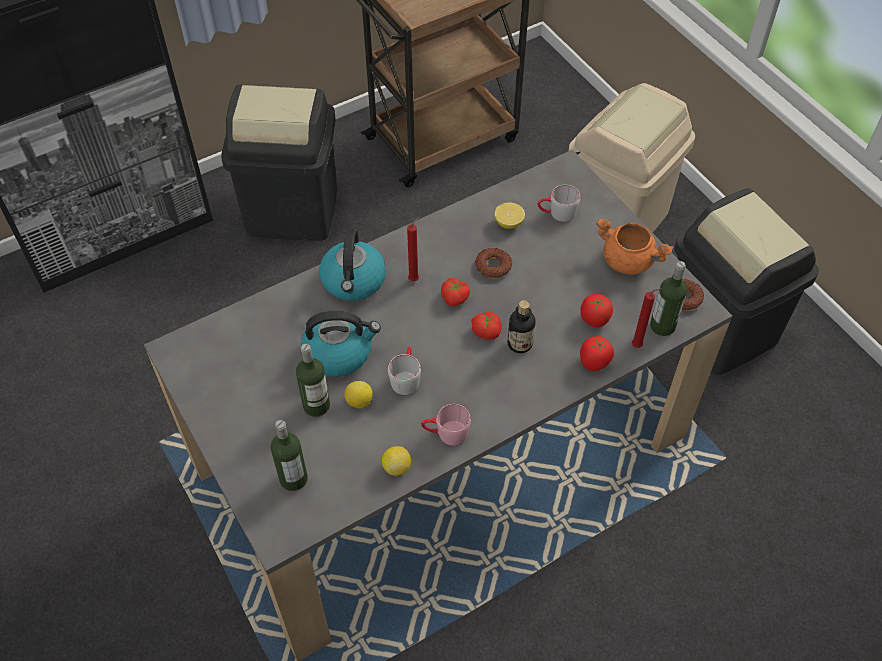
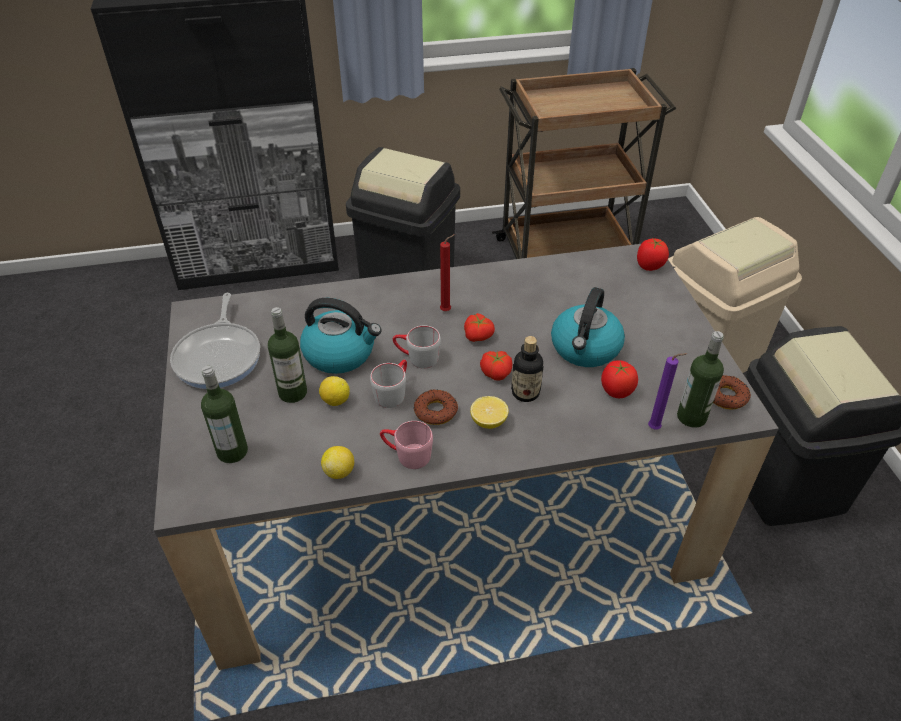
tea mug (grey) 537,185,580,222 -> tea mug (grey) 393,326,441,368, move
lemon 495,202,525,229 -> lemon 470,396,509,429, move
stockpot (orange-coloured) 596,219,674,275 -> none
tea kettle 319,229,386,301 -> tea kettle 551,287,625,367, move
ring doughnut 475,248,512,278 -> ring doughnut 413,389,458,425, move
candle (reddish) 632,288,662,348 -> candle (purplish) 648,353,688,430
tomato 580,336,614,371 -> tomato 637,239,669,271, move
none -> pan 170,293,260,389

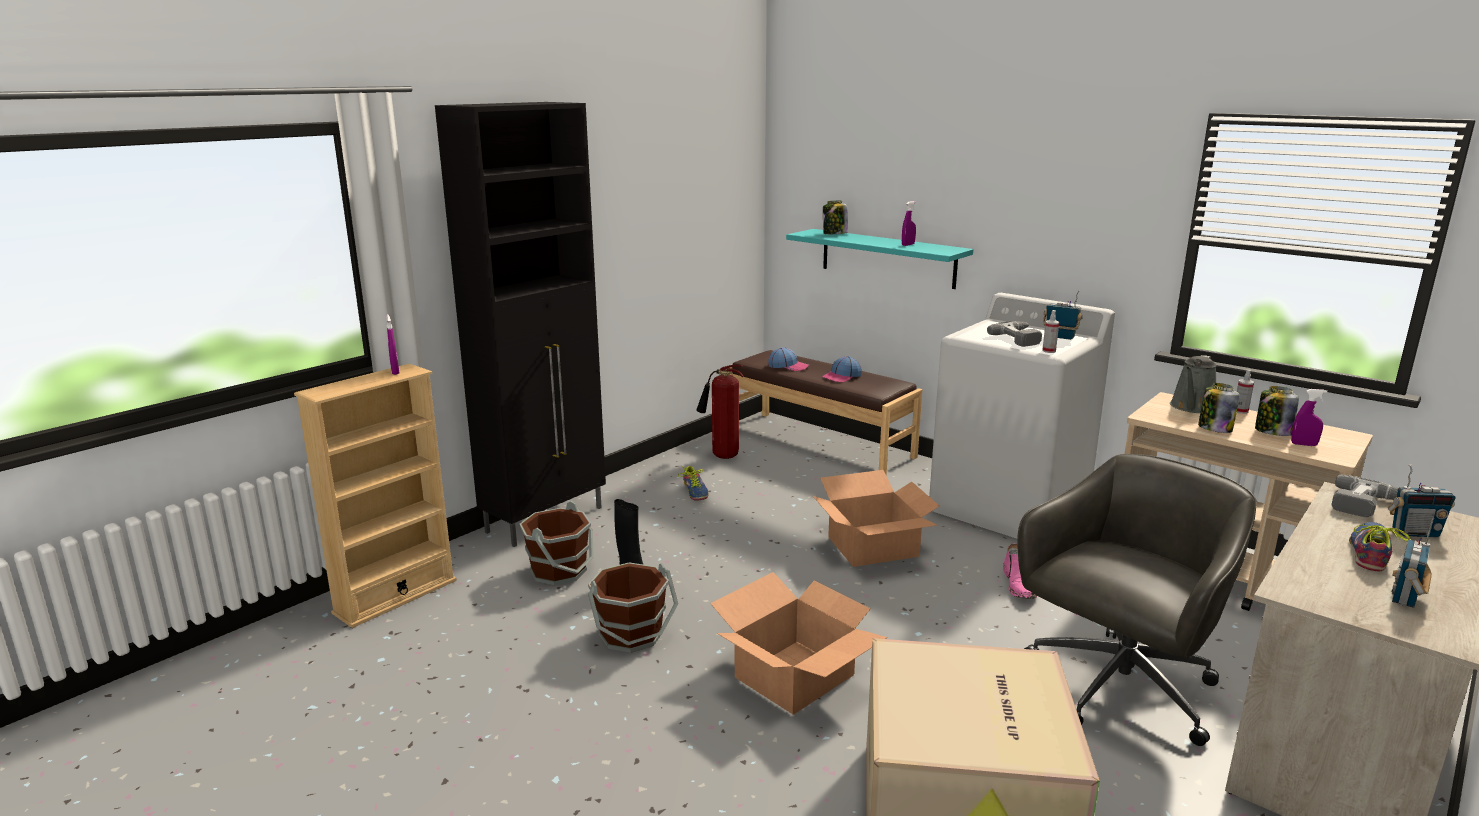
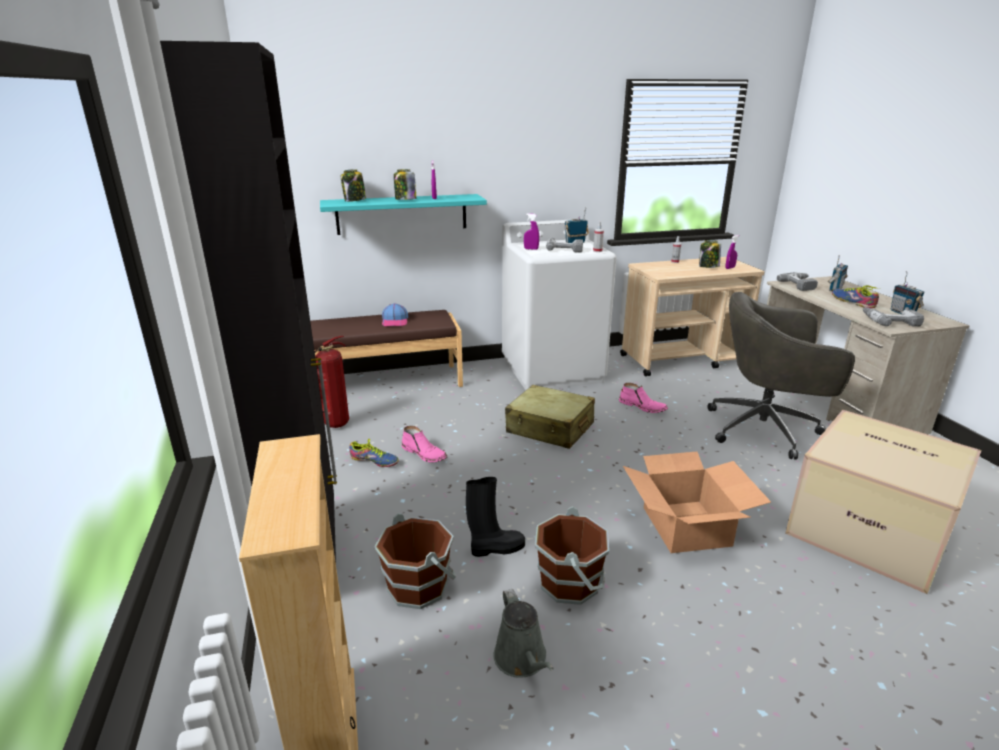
sprayer (purplish) 386,314,400,375 -> sprayer (purplish) 524,213,539,250, move
peaked cap 768,347,809,371 -> none
watering can (grey) 1170,355,1216,413 -> watering can (grey) 494,589,554,678, move
jar 1198,383,1240,433 -> jar 394,169,416,200, move
office chair (grey) 1017,454,1257,746 -> office chair (grey) 707,292,855,460, 75 degrees counterclockwise
carton 813,470,939,567 -> travel case (beige-coloured) 505,385,595,449
none -> power drill 863,307,924,327
none -> boot (pink) 402,426,447,463

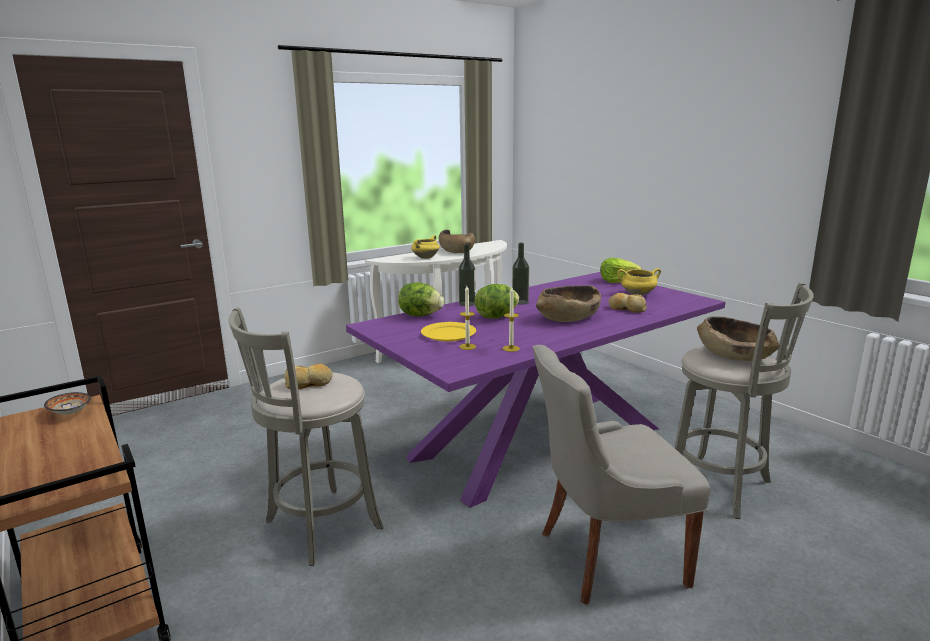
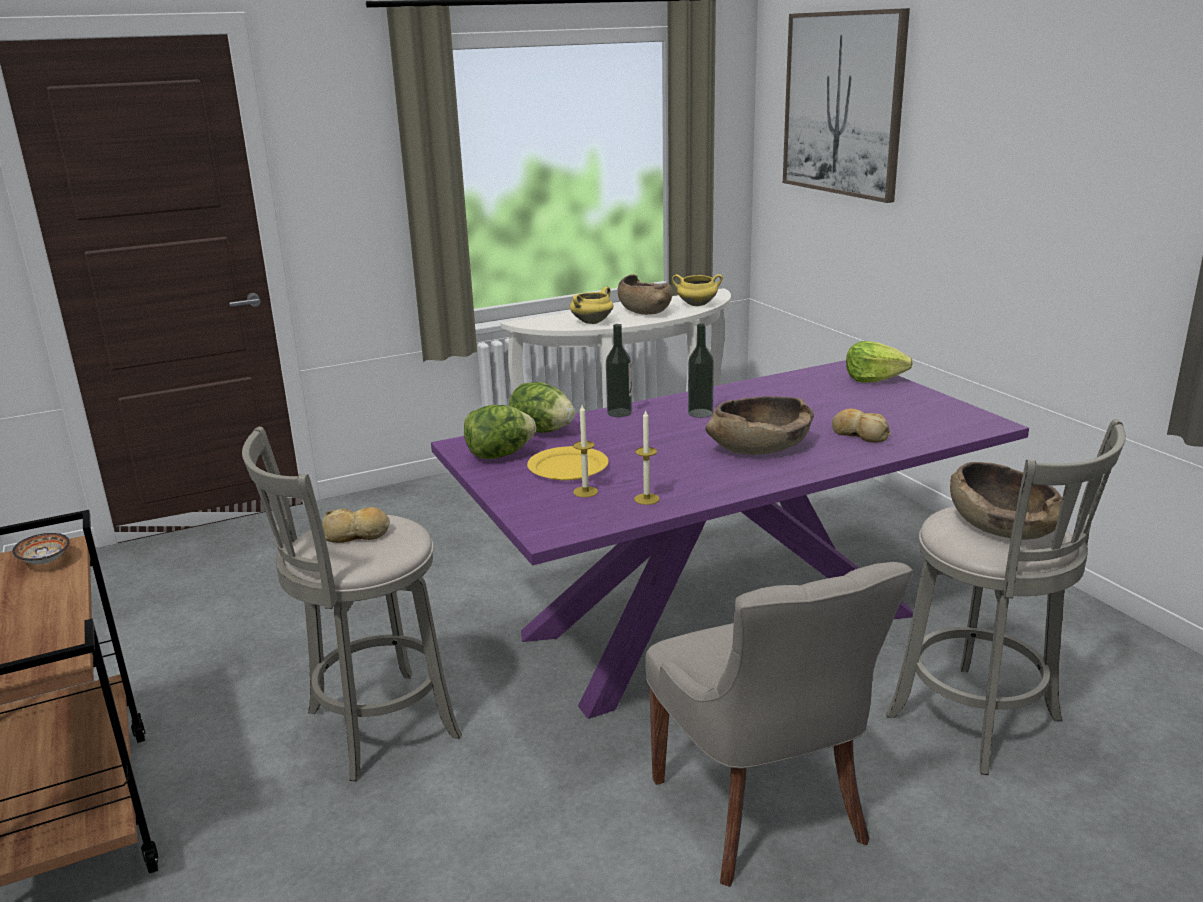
stockpot (yellowish) 618,268,661,296 -> stockpot (yellowish) 672,274,723,306, move
lettuce head 475,284,519,319 -> lettuce head 464,405,536,459, move
upright chair (grey) 532,345,710,605 -> upright chair (grey) 645,562,913,887, 105 degrees counterclockwise
none -> wall picture 783,8,910,203

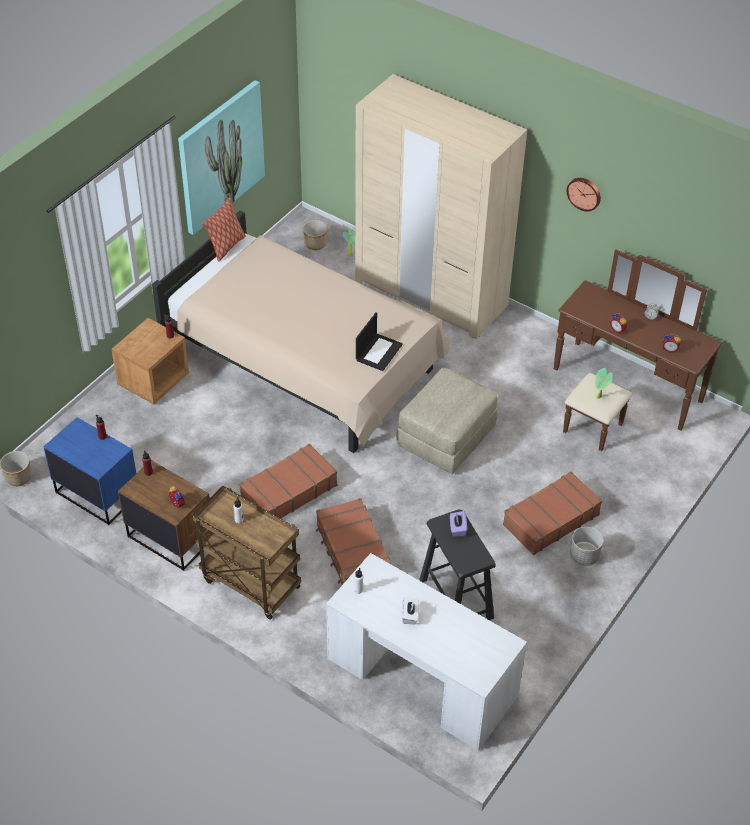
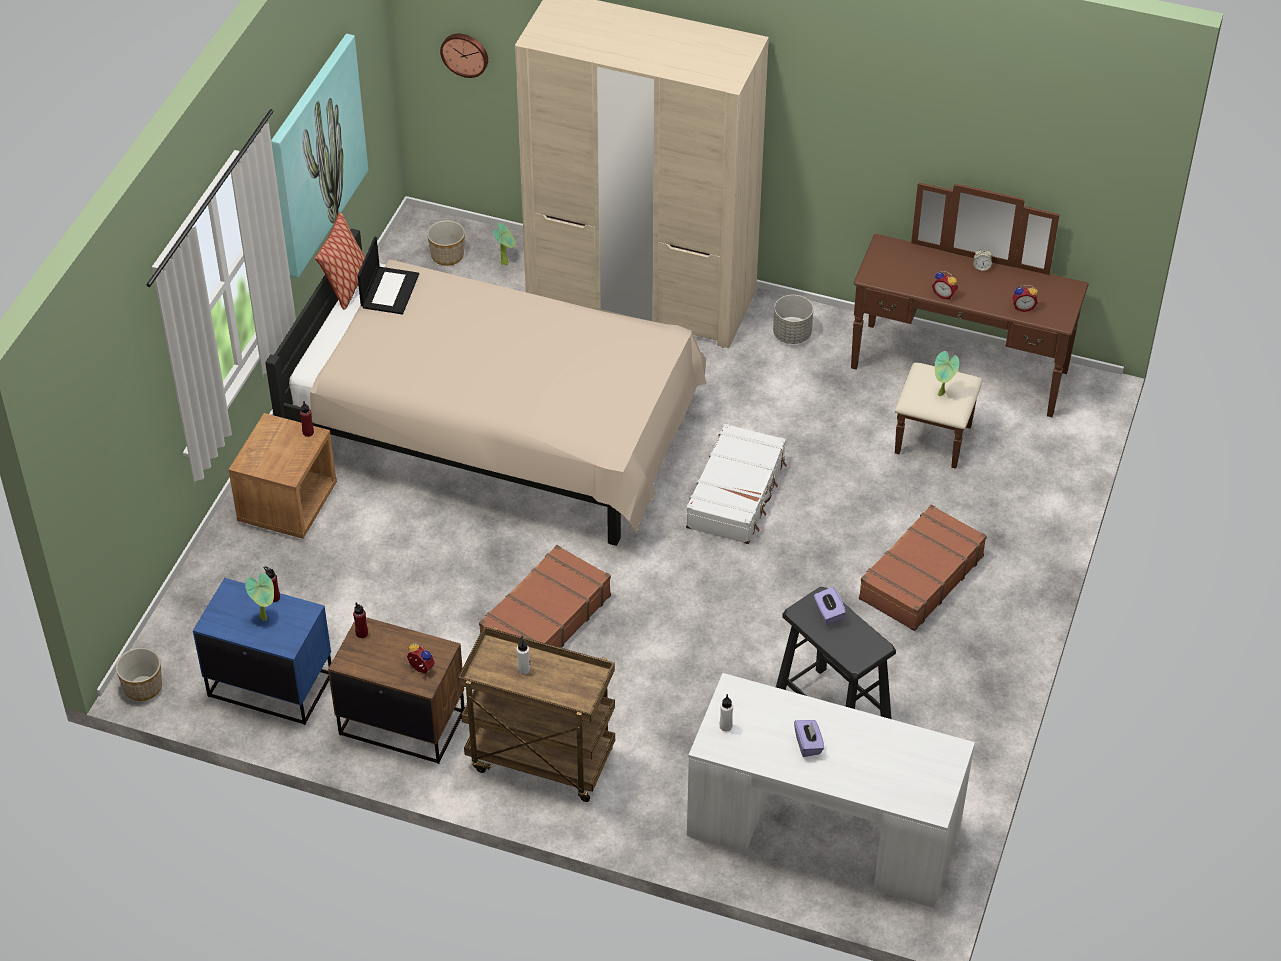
wall clock 567,178,601,212 -> wall clock 440,34,488,78, move
laptop 356,313,403,371 -> laptop 357,237,419,315, move
ottoman (beige-coloured) 396,368,498,474 -> travel case (white) 686,423,787,544
travel case (brown) 316,498,392,585 -> none
flower pot (grey) 570,527,603,566 -> flower pot (grey) 773,295,813,344, move
tissue holder (white) 402,597,419,625 -> tissue holder (purplish) 794,720,824,757
none -> plant in a pot 245,573,274,621

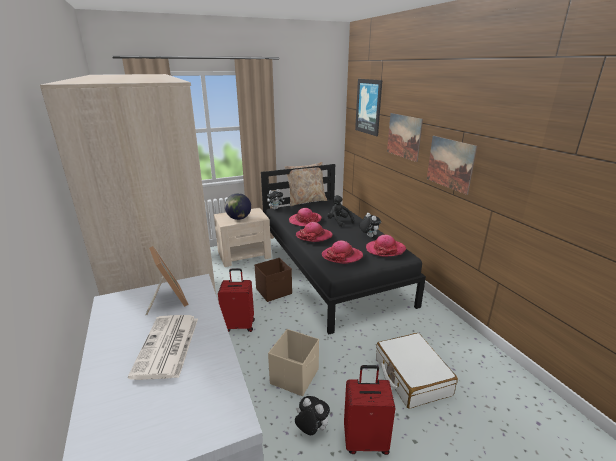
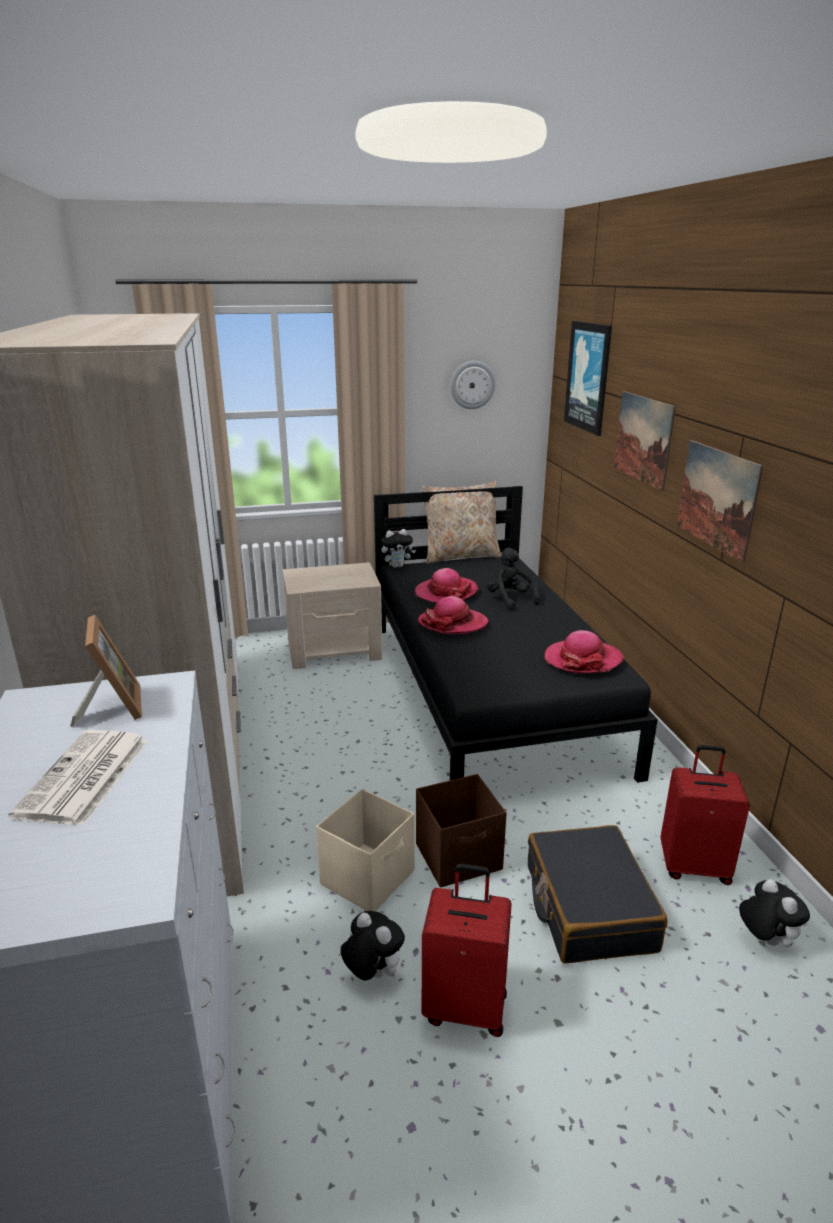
world globe 225,193,251,220 -> none
cuddly toy 359,213,381,237 -> cuddly toy 739,879,810,947, move
wearable hat 322,240,363,264 -> none
storage container (brown) 255,258,292,302 -> storage container (brown) 416,774,507,888, move
travel case (reddish) 218,269,255,332 -> travel case (reddish) 660,745,750,885, move
travel case (white) 376,333,458,409 -> travel case (blackish) 528,825,668,963
none -> wall clock 450,361,496,409

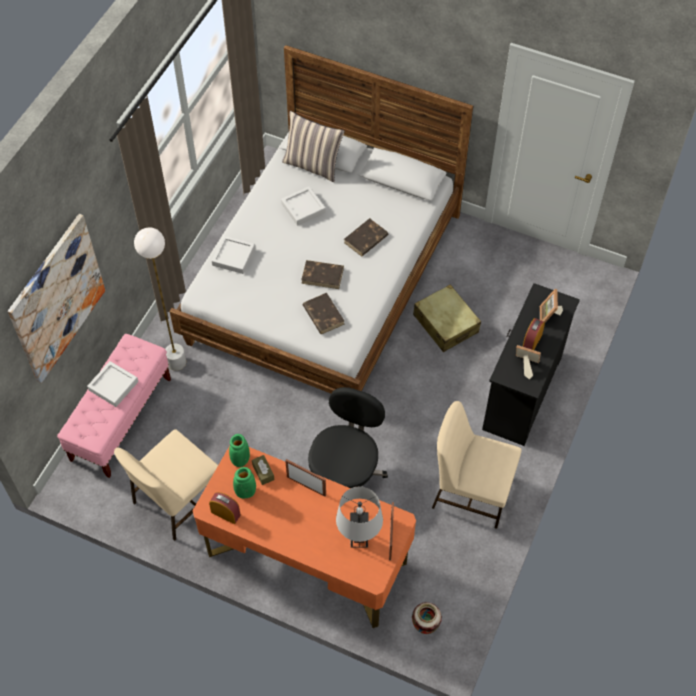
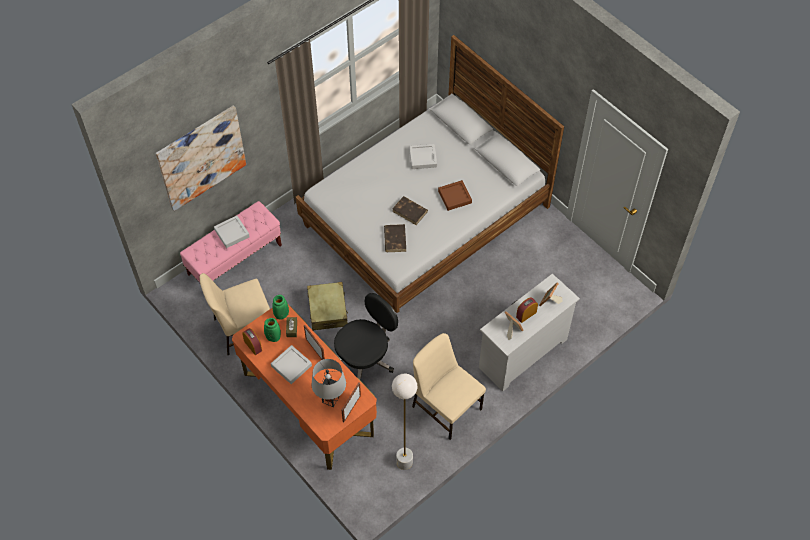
pillow 282,111,345,182 -> none
volume (brown) 344,218,389,256 -> tray (brown) 438,180,472,211
standing lamp (white) 134,227,186,371 -> standing lamp (white) 392,373,418,470, move
tray (grey) 211,236,255,274 -> tray (grey) 271,345,312,384, move
dresser (blackish) 482,283,580,446 -> dresser (white) 479,274,580,391
travel case (beige-coloured) 413,284,481,352 -> travel case (beige-coloured) 307,282,348,331, move
decorative vase 412,602,442,634 -> none

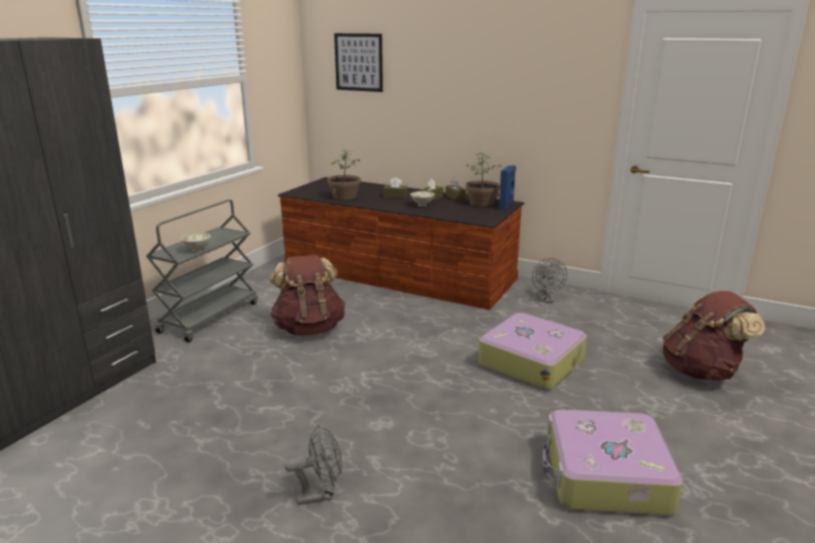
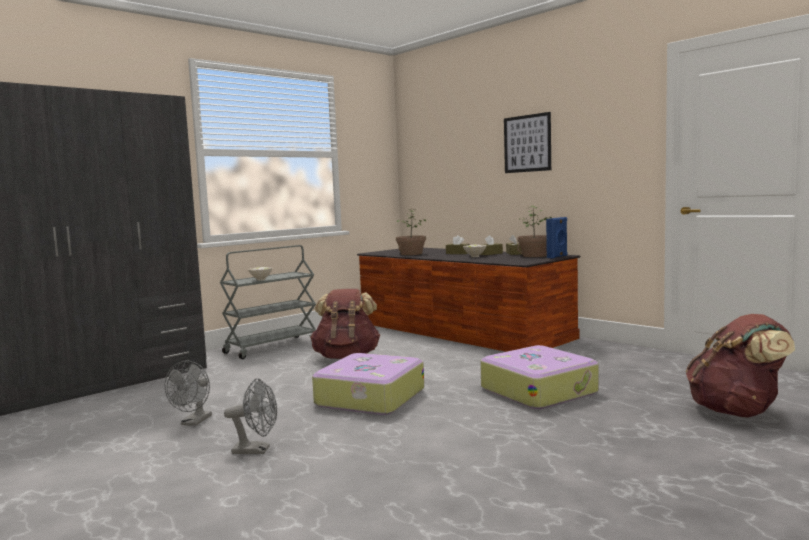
wall picture 334,33,383,92 -> wall picture 504,112,551,173, move
electric fan (grey) 532,258,567,303 -> electric fan (grey) 165,360,212,426, move
travel case 542,409,683,515 -> travel case 312,353,424,415, move

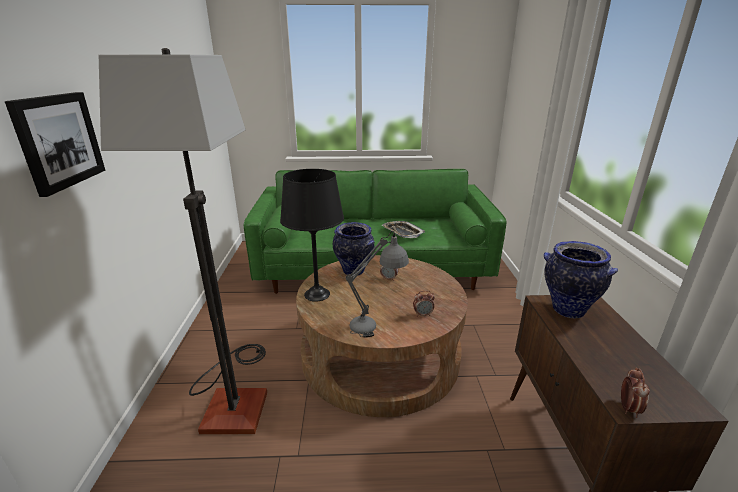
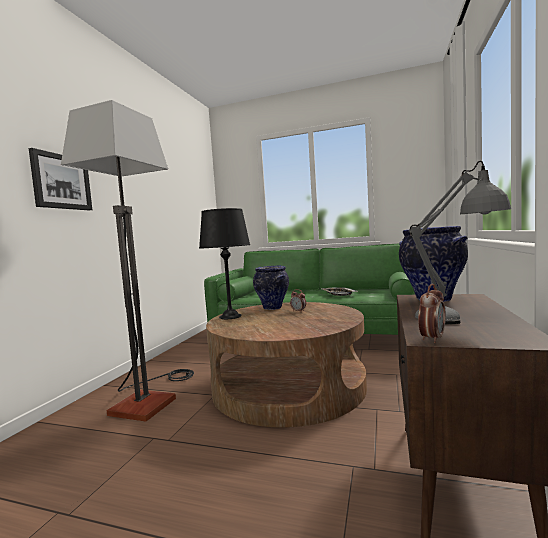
lamp for a table (grey) 345,231,409,338 -> lamp for a table (grey) 409,161,511,325, move
alarm clock 413,290,435,317 -> none

